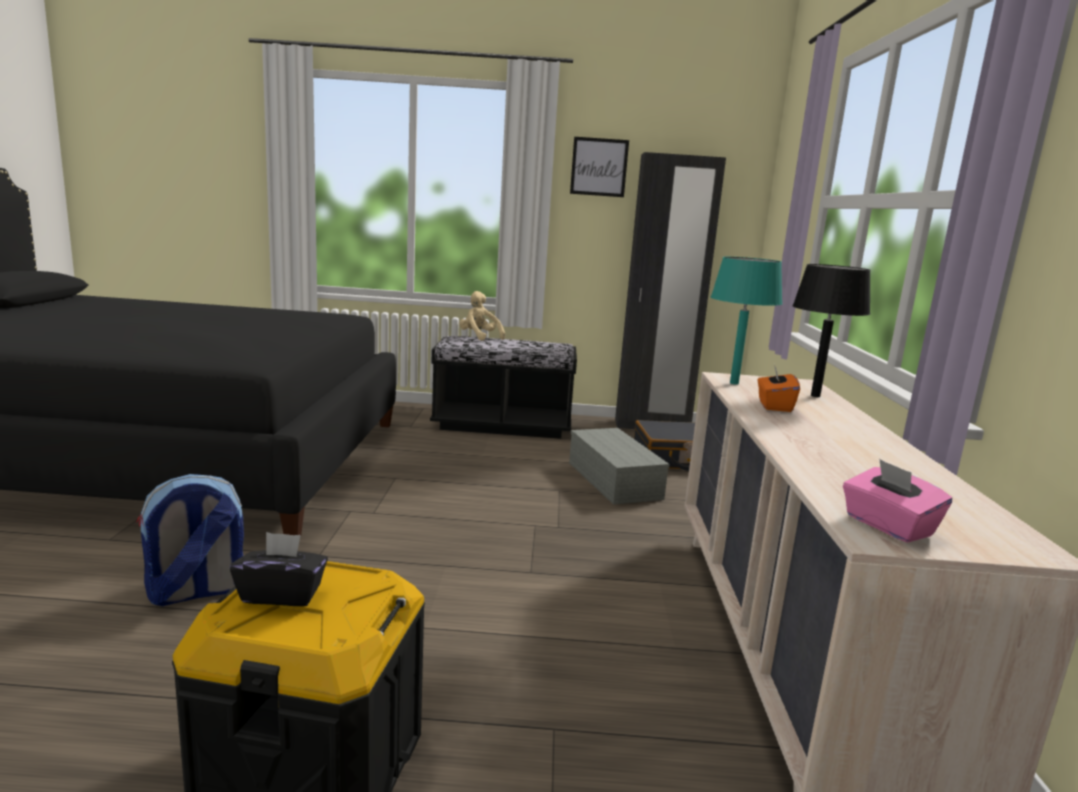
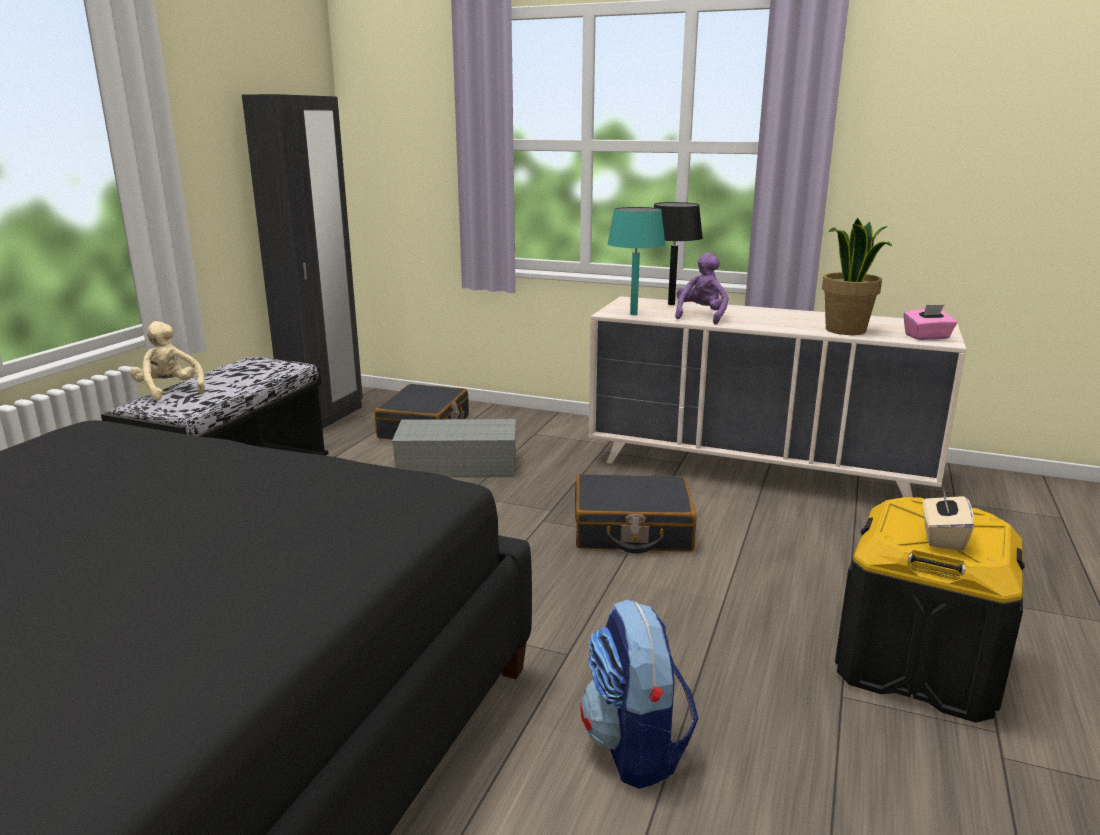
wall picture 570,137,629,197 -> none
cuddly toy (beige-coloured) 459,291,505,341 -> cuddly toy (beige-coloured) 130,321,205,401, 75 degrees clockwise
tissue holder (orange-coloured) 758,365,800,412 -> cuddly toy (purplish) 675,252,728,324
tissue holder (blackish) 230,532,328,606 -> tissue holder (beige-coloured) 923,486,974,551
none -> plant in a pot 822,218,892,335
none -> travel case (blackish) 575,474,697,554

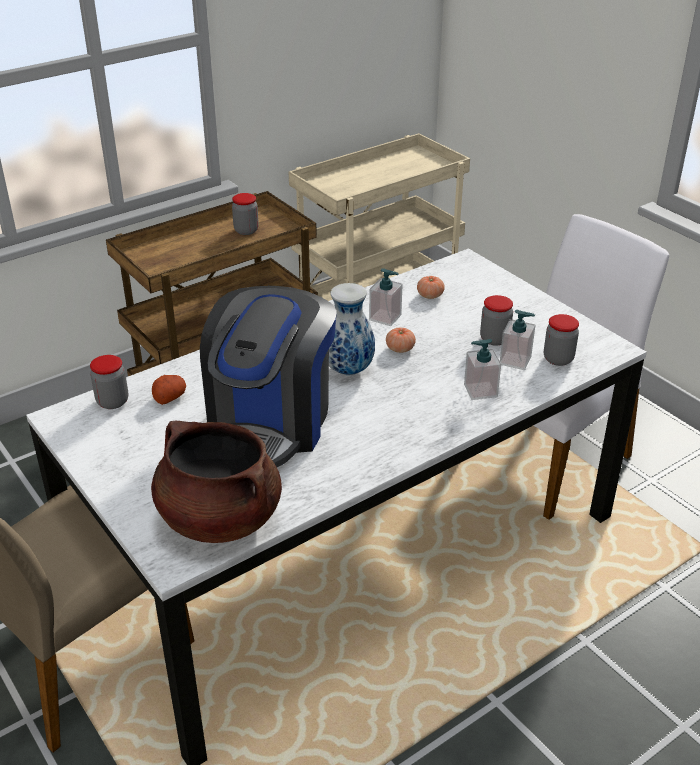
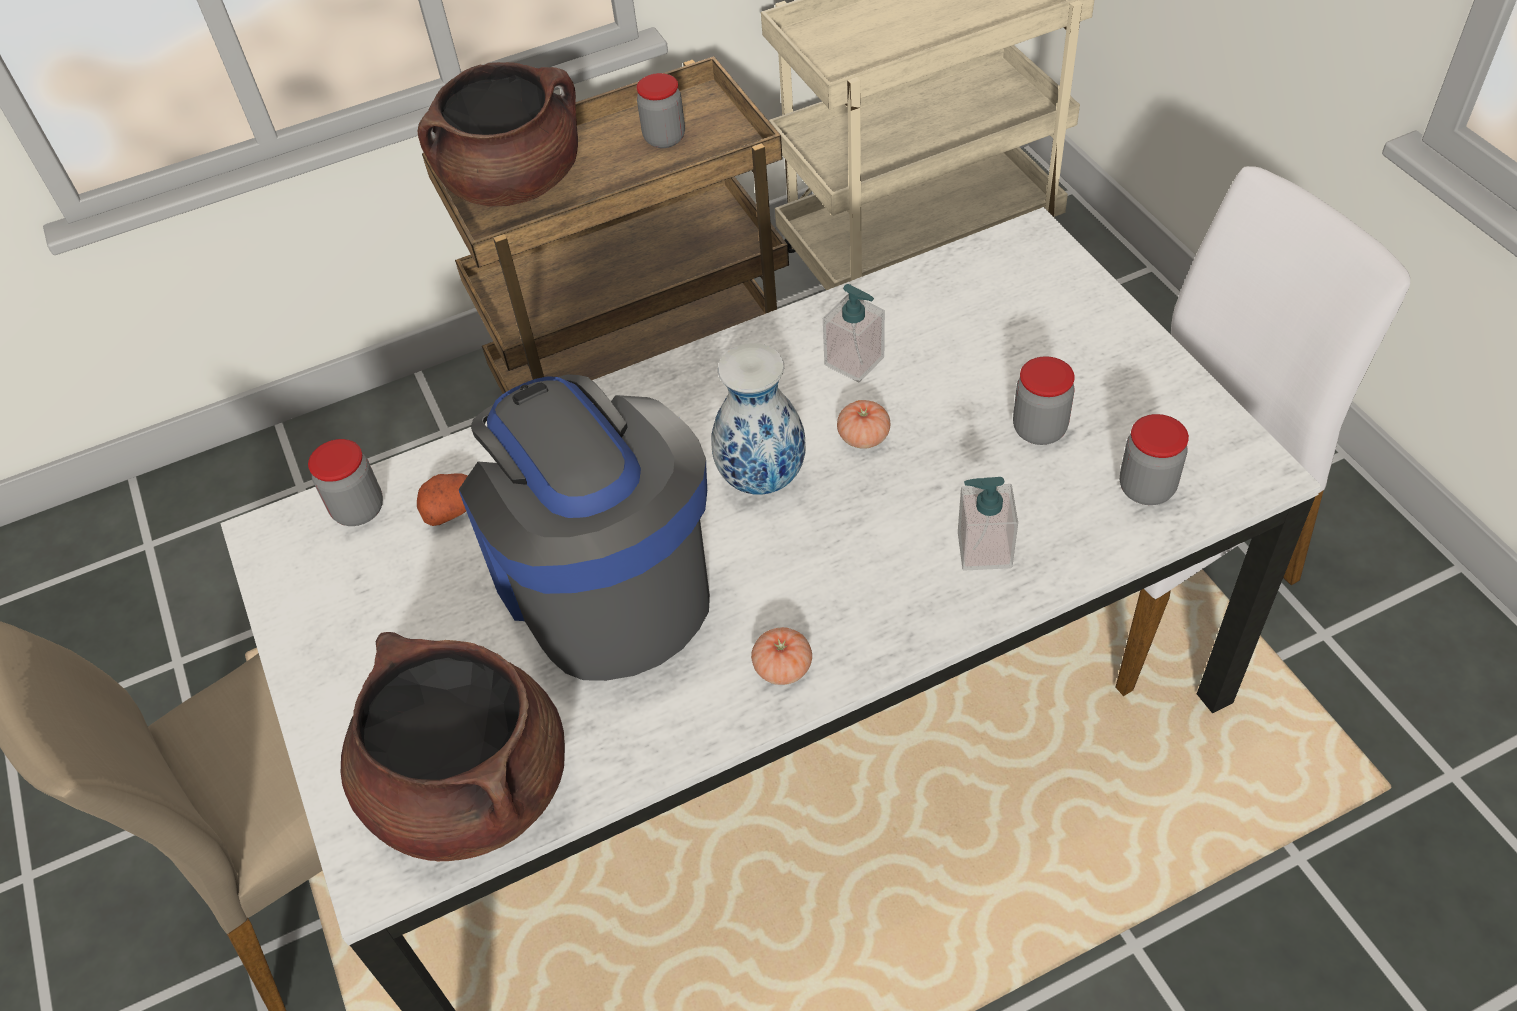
tomato 417,276,445,299 -> tomato 751,627,812,685, move
coffee machine 200,286,337,467 -> coffee machine 459,374,710,681, 120 degrees clockwise
soap dispenser 500,310,535,370 -> none
none -> stockpot (brown) 418,62,578,207

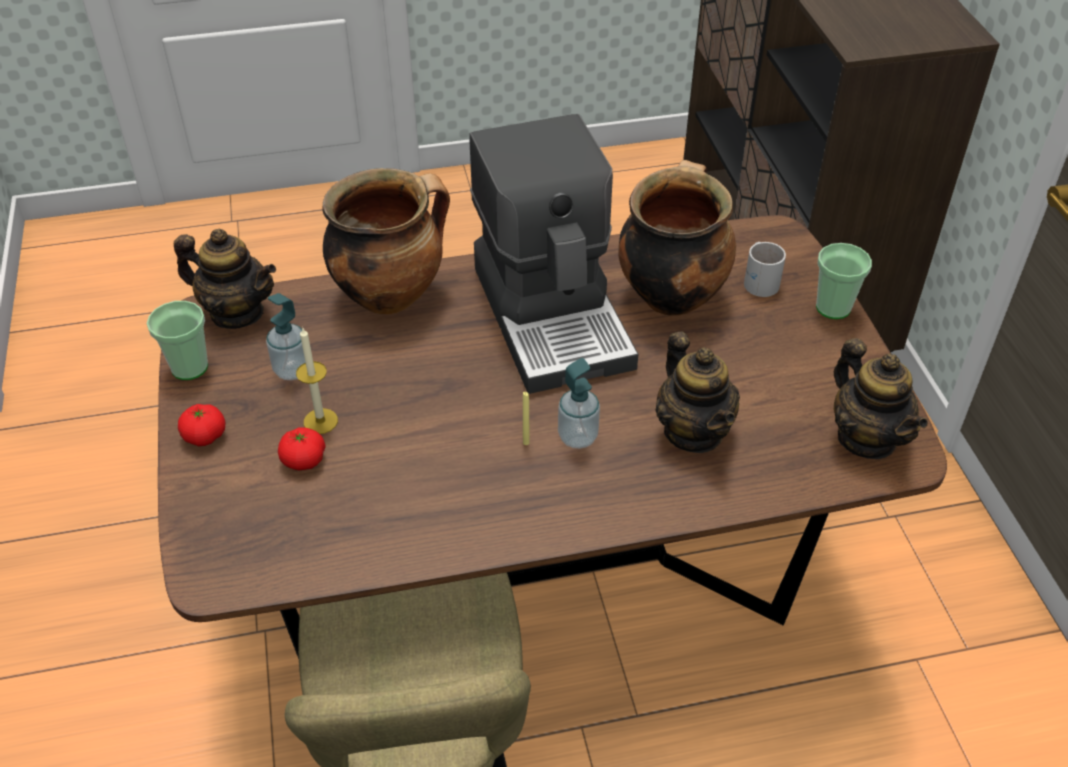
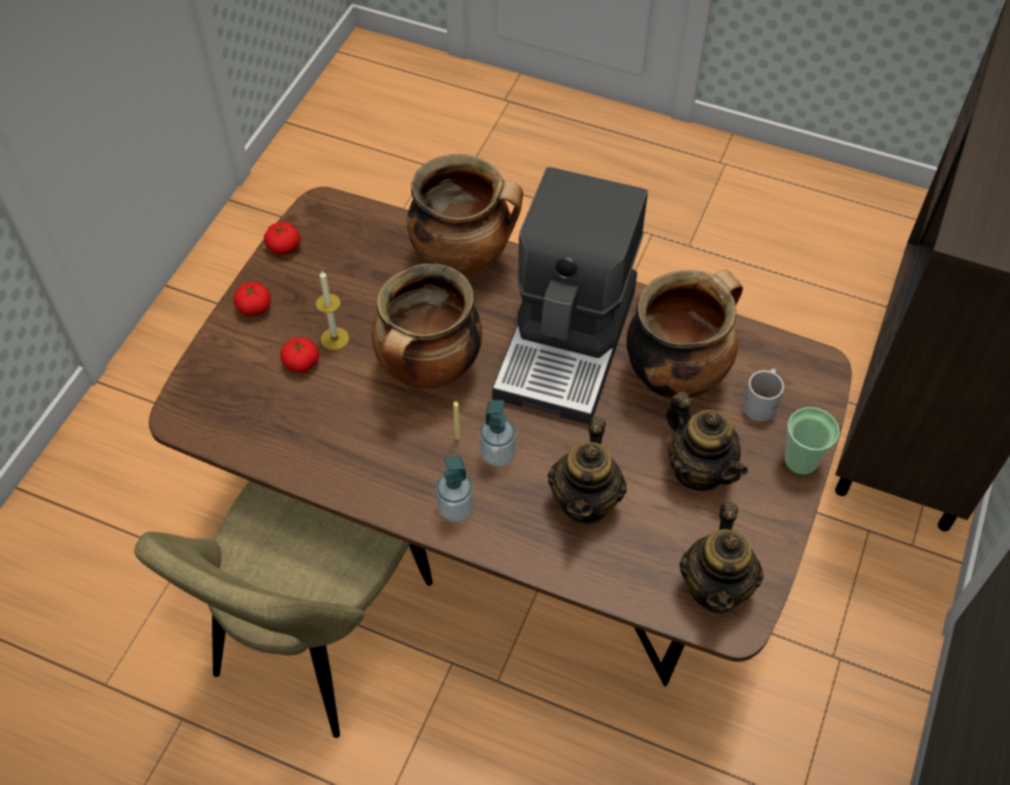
teapot 174,229,276,329 -> teapot 666,392,748,491, move
soap dispenser 266,293,305,380 -> soap dispenser 436,456,474,522, move
drinking cup 146,301,208,380 -> tomato 264,222,301,255
none -> stockpot 372,264,482,389

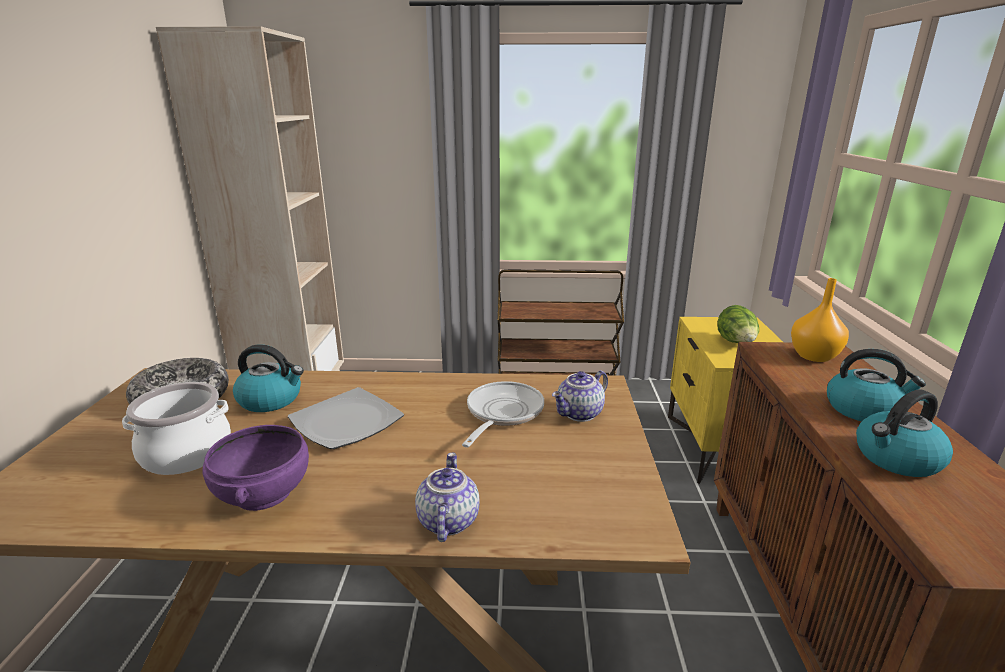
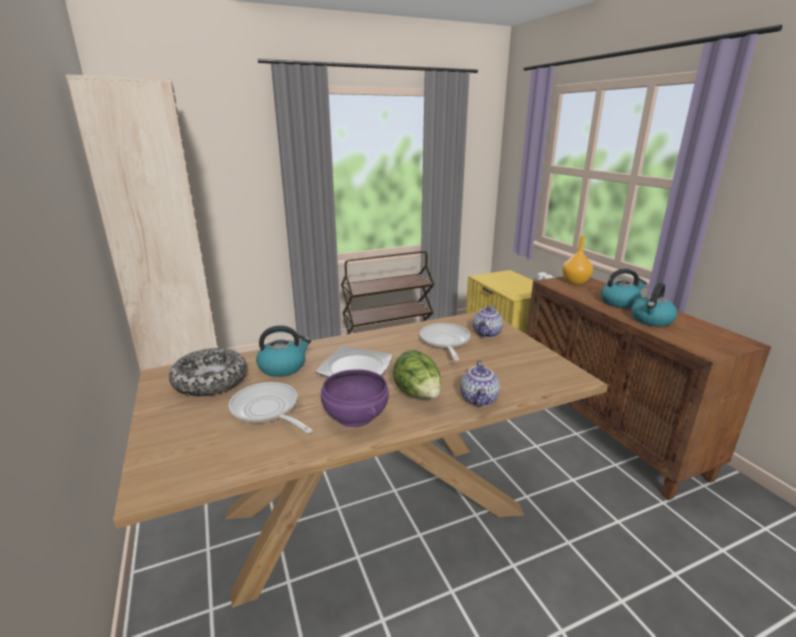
lettuce head 717,305,759,343 -> lettuce head 393,350,441,398, move
stockpot 122,382,231,475 -> pan 229,382,313,434
teapot 415,453,480,542 -> teapot 460,360,500,406, 150 degrees counterclockwise

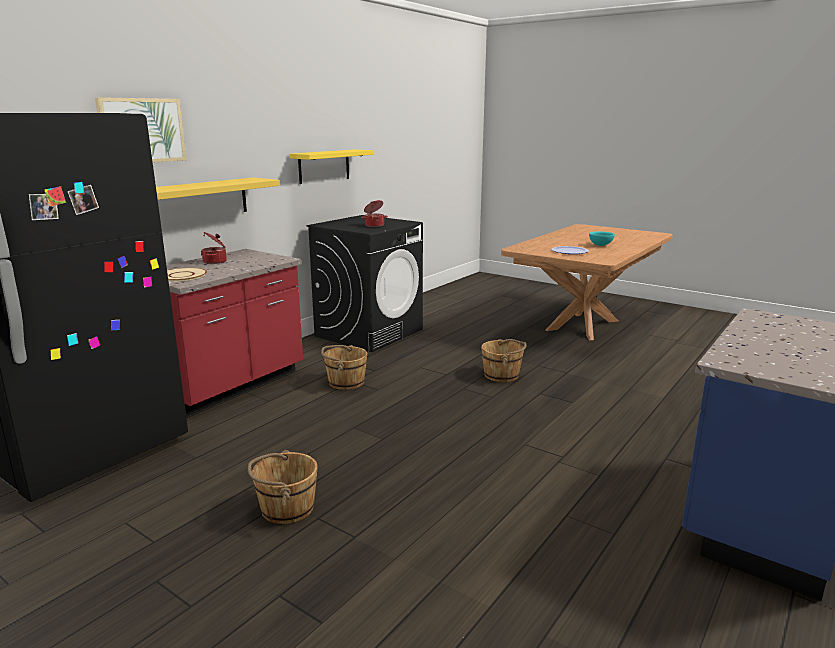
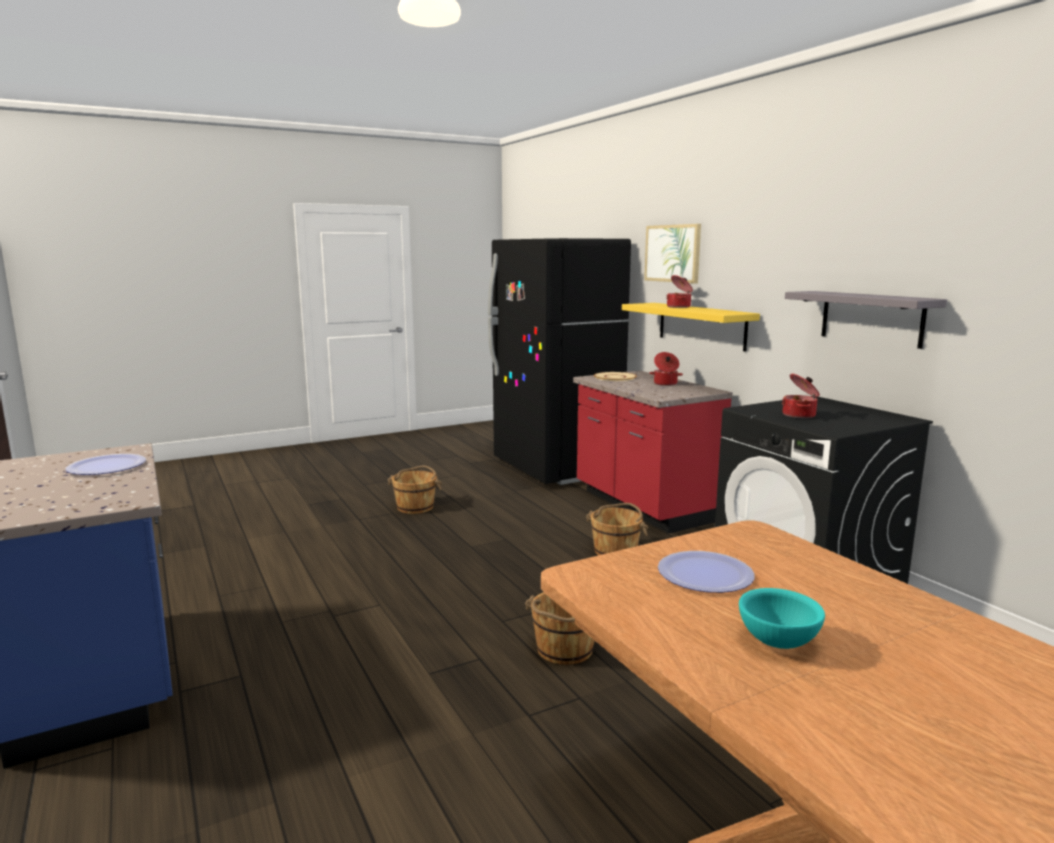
wall shelf (yellowish) 289,149,374,184 -> wall shelf (grey) 785,291,947,349
none -> stockpot 666,275,693,308
none -> flat dish 65,454,146,475

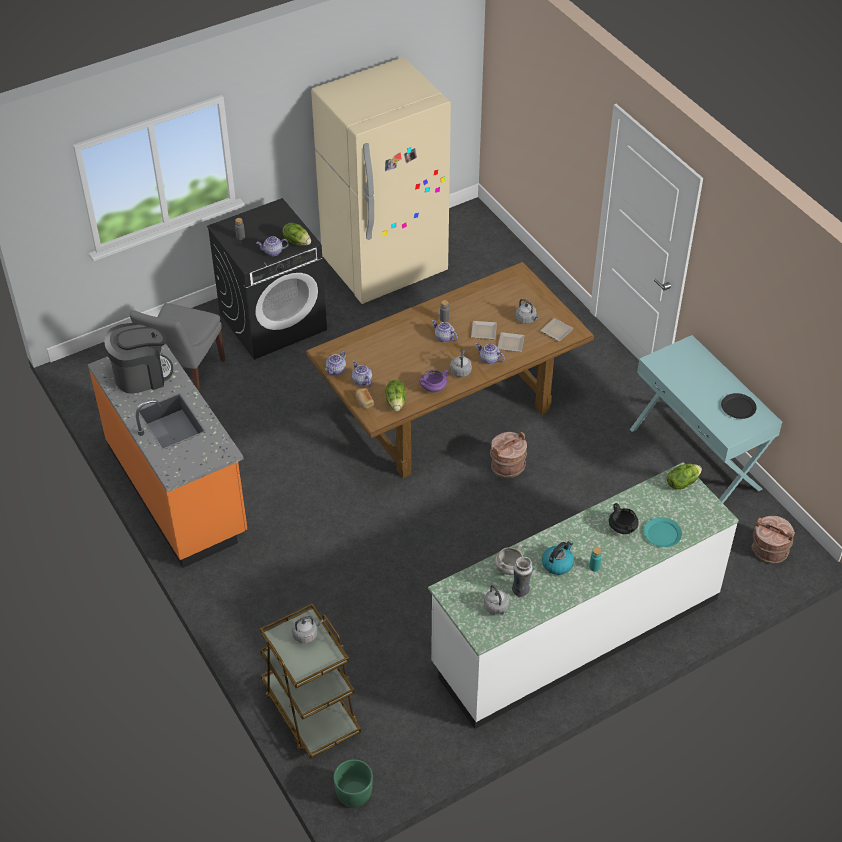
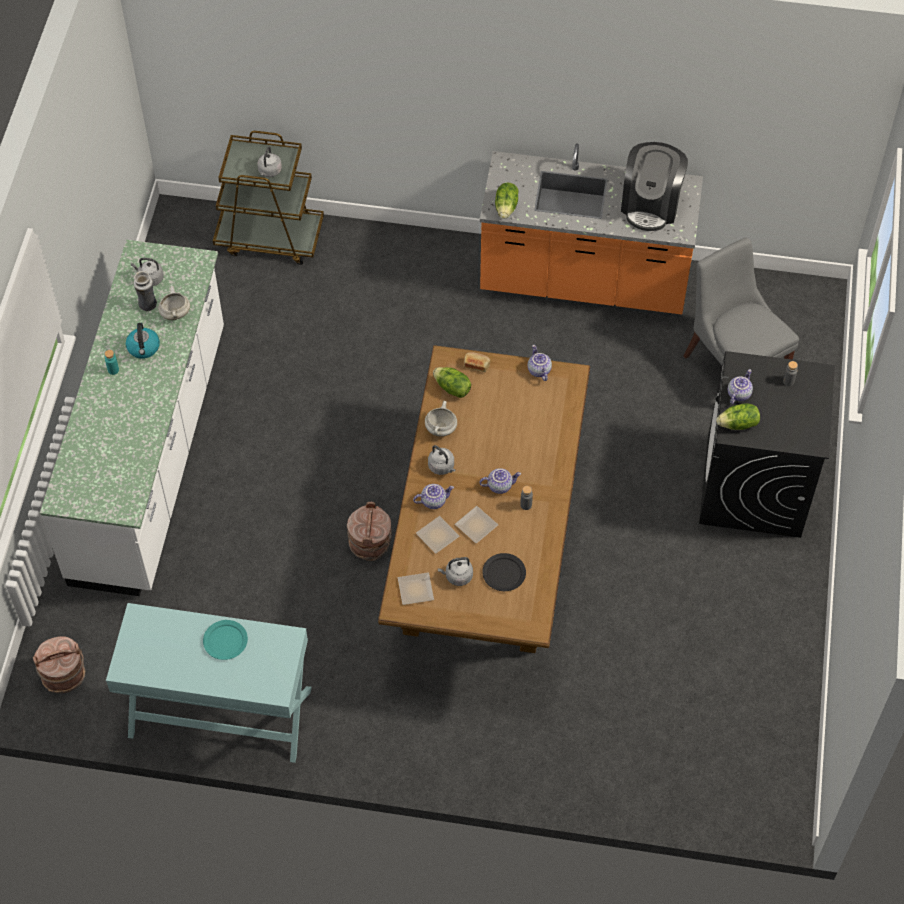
kitchen fridge (beige-coloured) 311,57,451,304 -> none
teapot 352,360,372,387 -> none
stockpot (purplish) 419,370,449,393 -> stockpot (white) 425,401,457,437
flat dish (blackish) 721,393,757,419 -> flat dish (blackish) 482,553,526,591, move
lettuce head 667,464,702,490 -> lettuce head 495,182,518,219, move
stockpot (blackish) 609,503,638,534 -> none
flat dish (blue-green) 643,517,682,547 -> flat dish (blue-green) 203,620,248,660, move
flower pot (greenish) 334,759,373,807 -> none

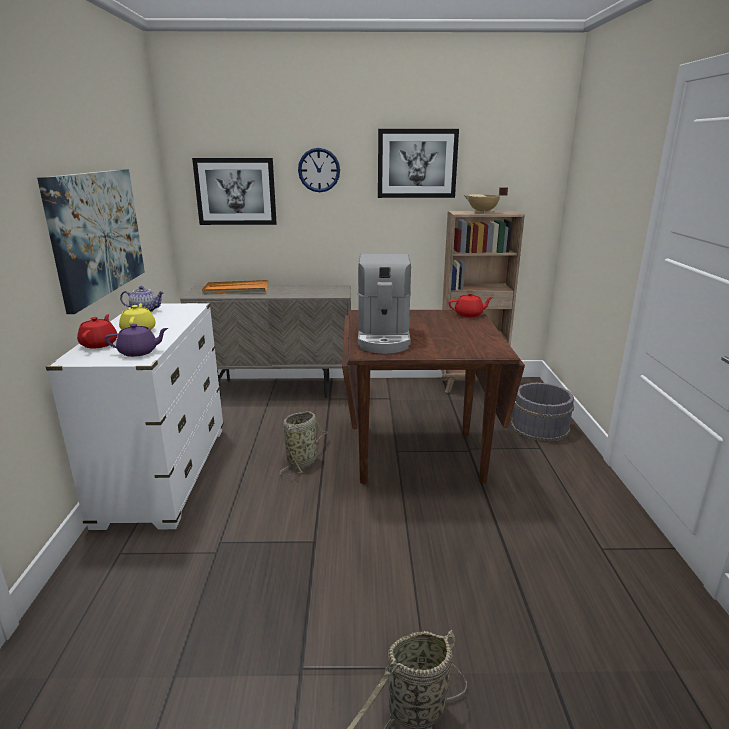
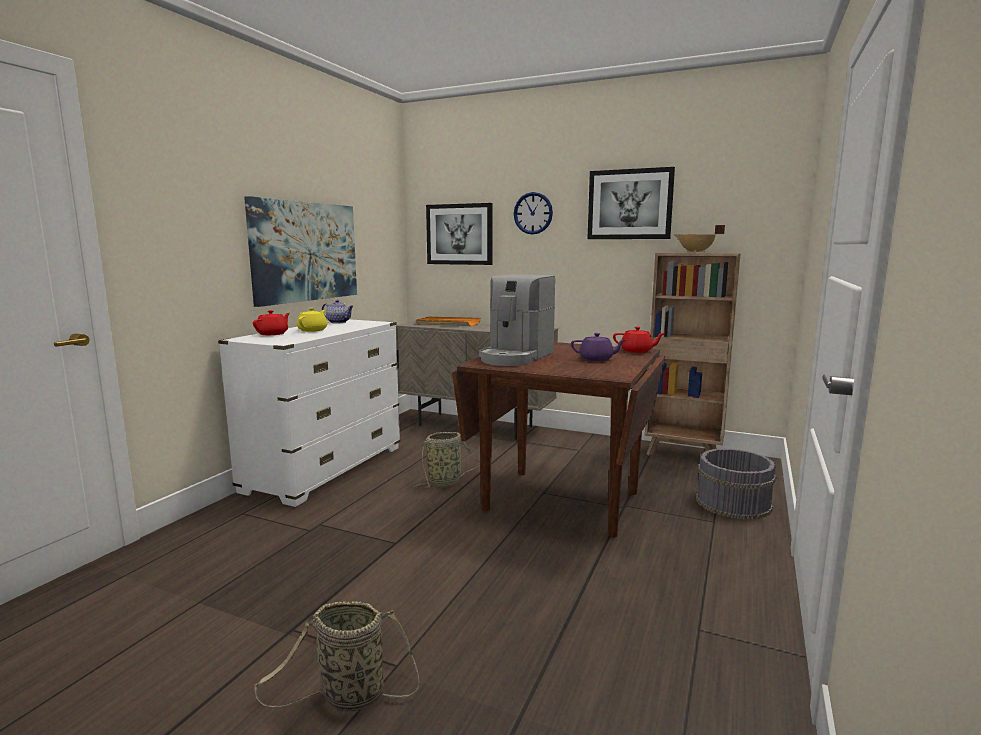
teapot (purplish) 105,324,168,357 -> teapot (purplish) 571,333,626,361, move

